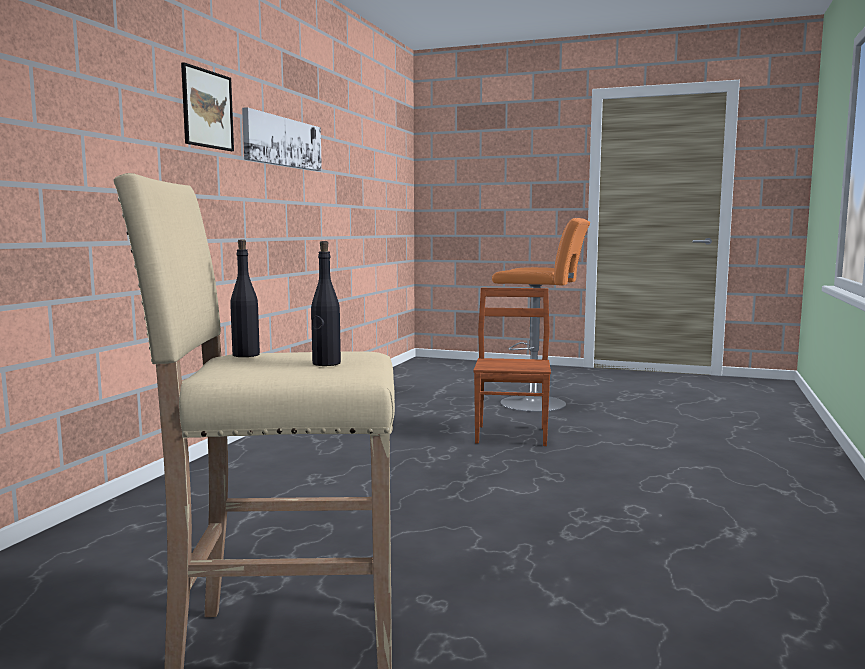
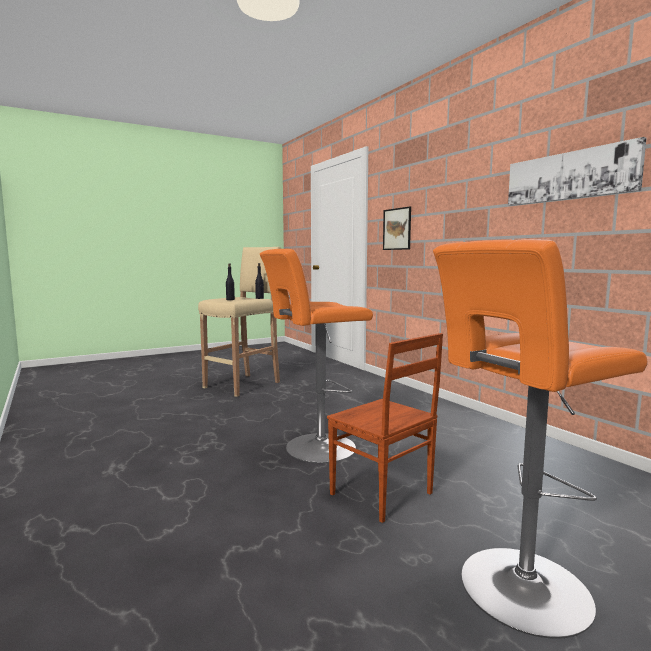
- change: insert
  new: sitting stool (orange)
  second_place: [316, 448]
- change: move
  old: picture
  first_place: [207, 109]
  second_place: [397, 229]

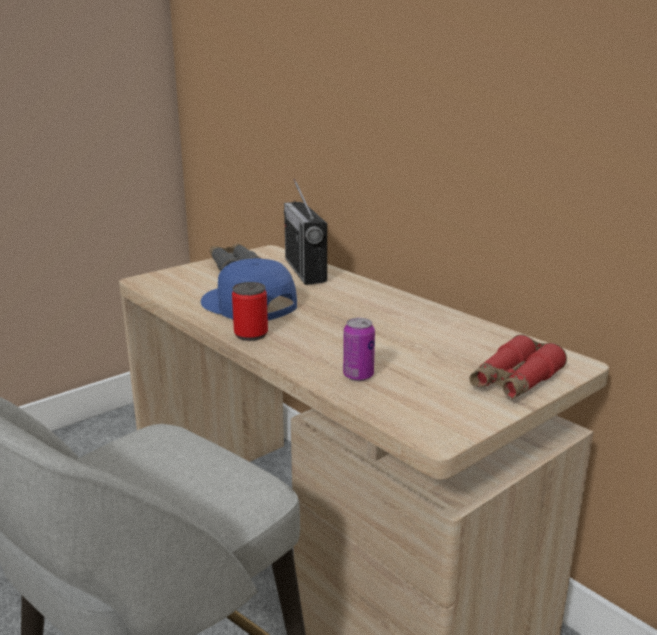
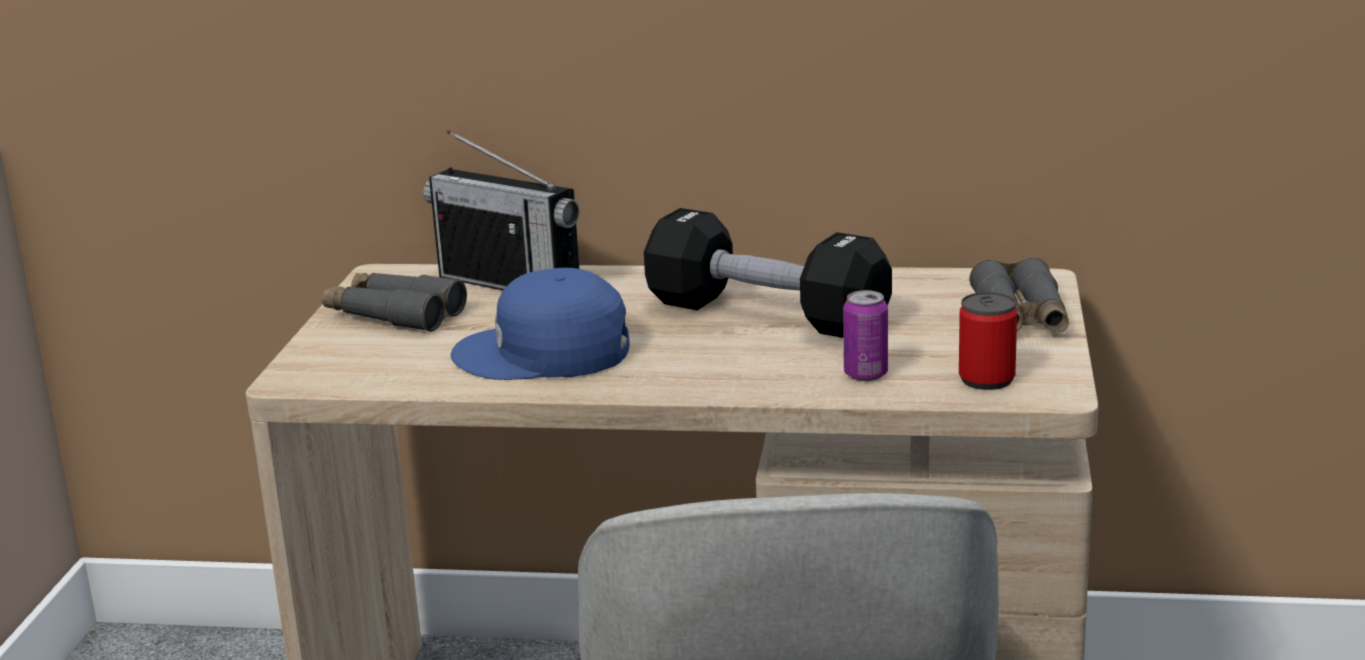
- change: insert
  new: hand weight (black-coloured)
  second_place: [766, 315]
- change: move
  old: sealed can
  first_place: [251, 334]
  second_place: [986, 379]
- change: recolor
  old: pair of binoculars (red)
  new: pair of binoculars (gray)
  first_place: [515, 381]
  second_place: [1021, 317]

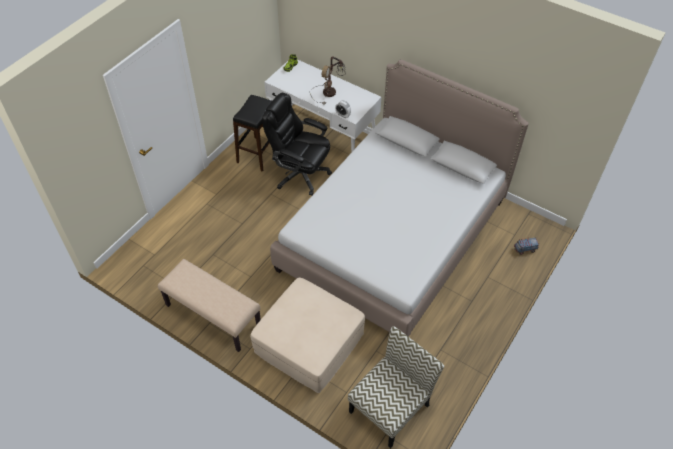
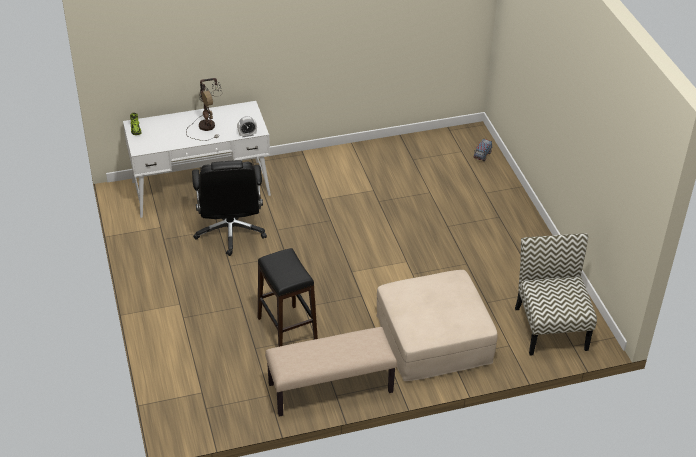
- change: delete
  old: bedroom bed
  first_place: [392, 234]
- change: move
  old: sitting stool (black-coloured)
  first_place: [258, 153]
  second_place: [287, 330]
- change: rotate
  old: computer chair (black-coloured)
  first_place: [300, 174]
  second_place: [230, 232]
  degrees: -75

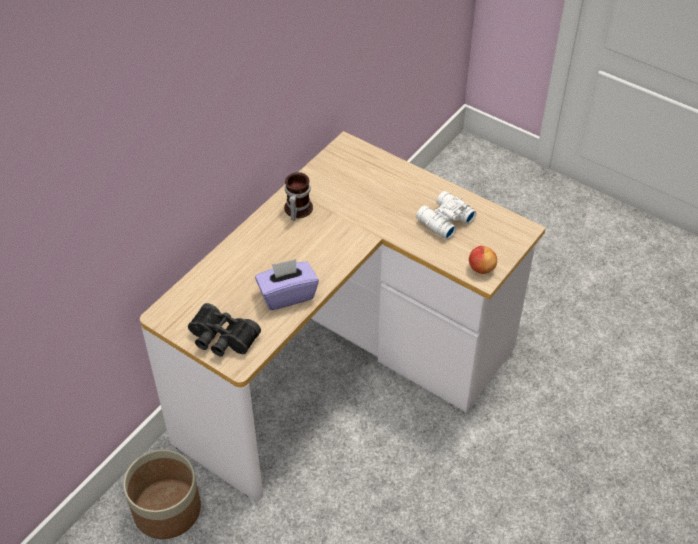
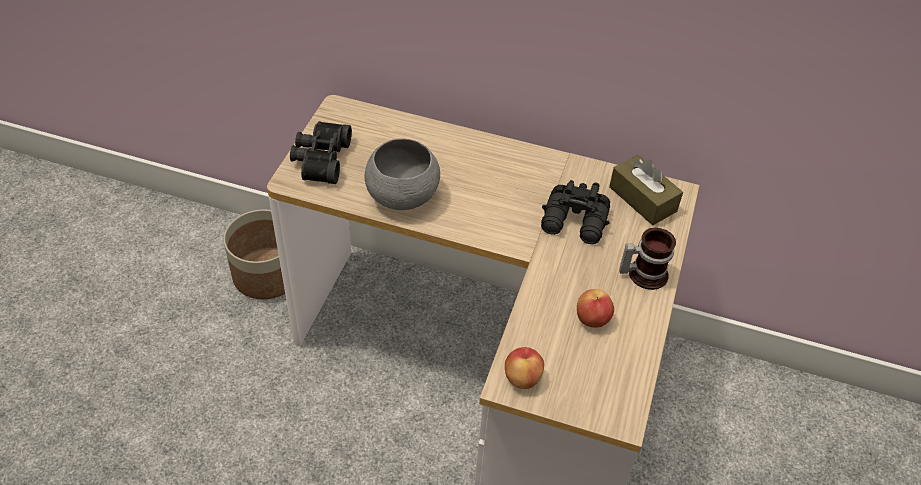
- change: insert
  new: pair of binoculars (black-coloured)
  second_place: [575, 223]
- change: insert
  new: box of tissues (brown)
  second_place: [642, 199]
- change: move
  old: mug
  first_place: [296, 210]
  second_place: [643, 273]
- change: replace
  old: box of tissues (purple)
  new: serving bowl (gray)
  first_place: [287, 295]
  second_place: [401, 196]
- change: replace
  old: pair of binoculars (whitish)
  new: apple fruit
  first_place: [443, 220]
  second_place: [592, 319]

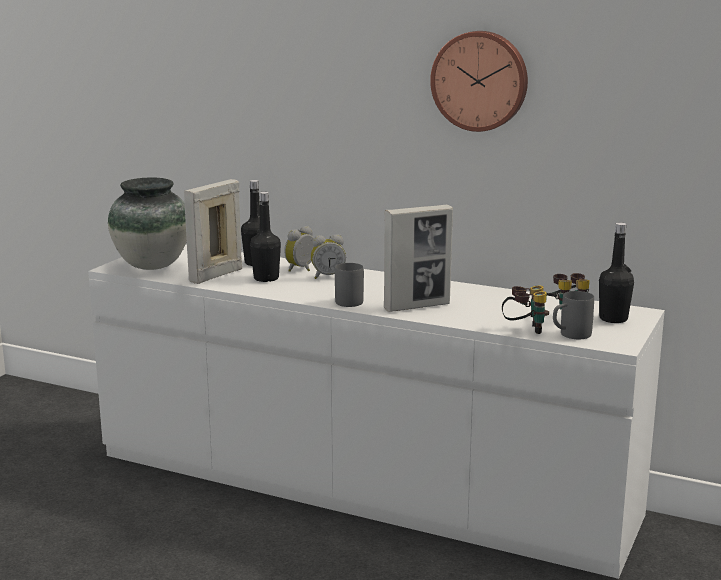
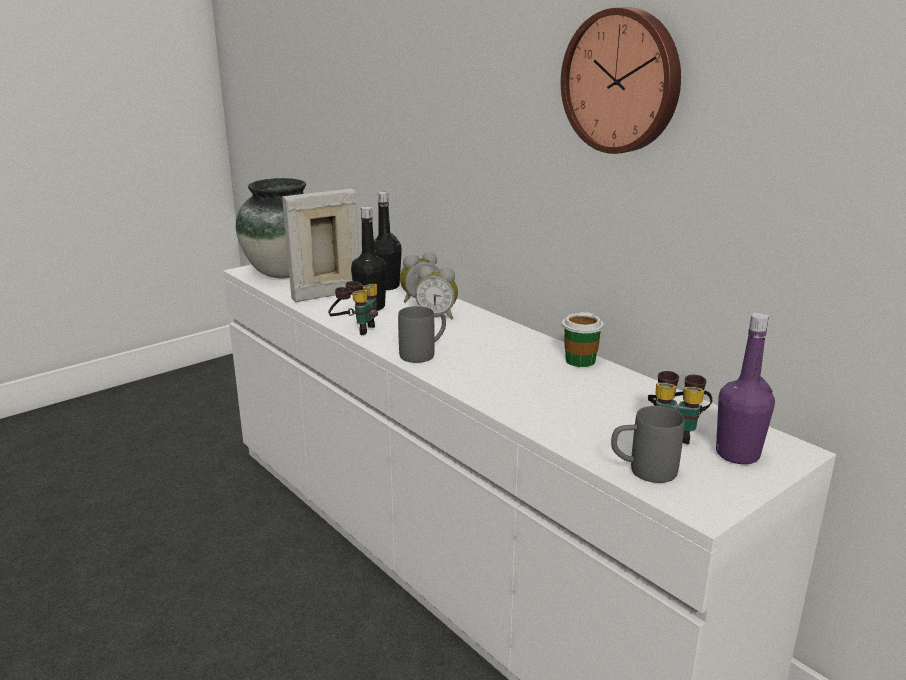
- change: delete
  old: standing frame
  first_place: [417, 306]
- change: insert
  new: cup
  second_place: [580, 361]
- change: move
  old: pair of binoculars
  first_place: [524, 330]
  second_place: [355, 329]
- change: recolor
  old: drink bottle (black-coloured)
  new: drink bottle (purple)
  first_place: [613, 319]
  second_place: [737, 454]

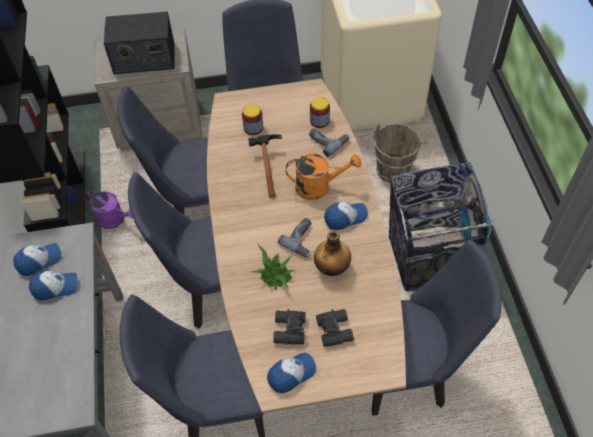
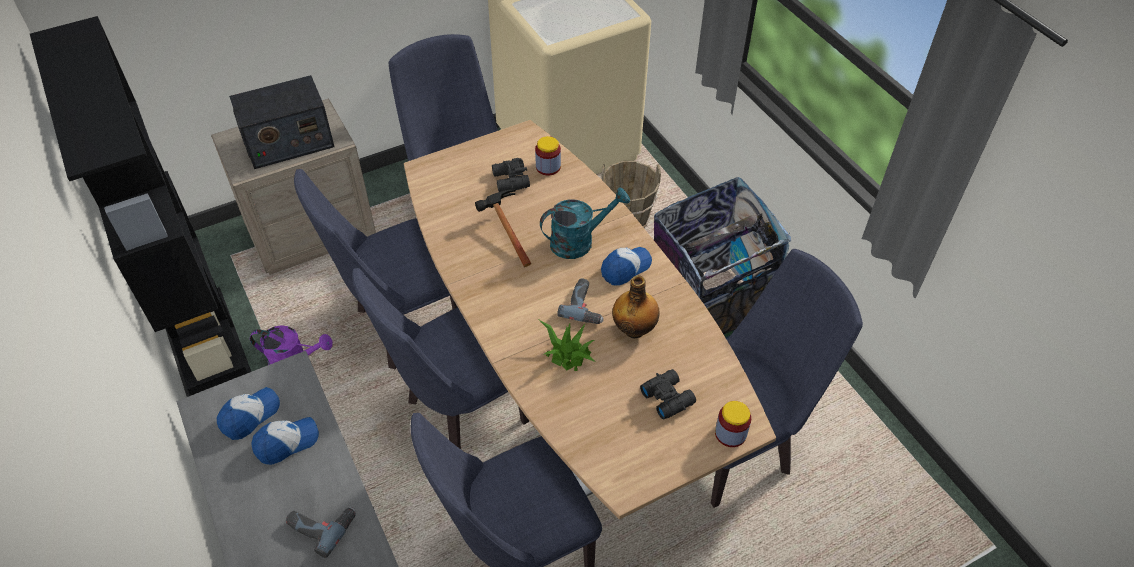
- change: delete
  old: baseball cap
  first_place: [291, 374]
- change: move
  old: storage jar
  first_place: [253, 127]
  second_place: [730, 433]
- change: move
  old: pair of binoculars (black-coloured)
  first_place: [288, 330]
  second_place: [510, 181]
- change: move
  old: power drill
  first_place: [328, 140]
  second_place: [321, 524]
- change: recolor
  old: watering can (orange)
  new: watering can (turquoise)
  first_place: [319, 186]
  second_place: [579, 241]

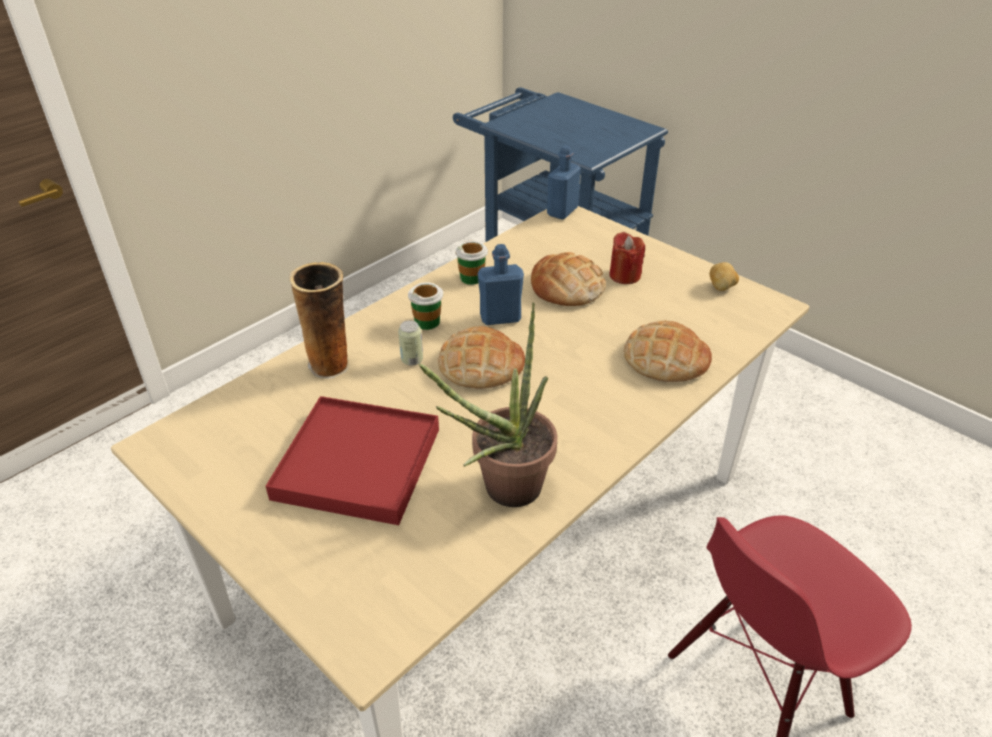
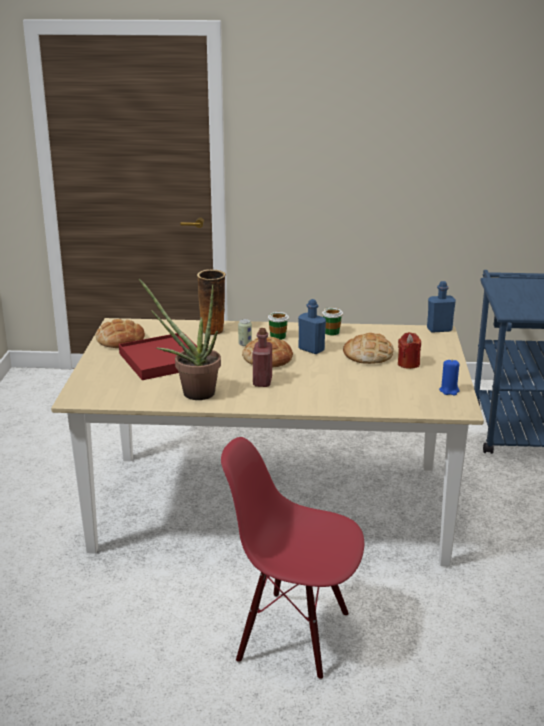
- change: insert
  new: drink bottle (red)
  second_place: [262, 381]
- change: move
  old: bakery bread
  first_place: [665, 358]
  second_place: [120, 340]
- change: replace
  old: whole potato
  new: wax light (blue-coloured)
  first_place: [721, 287]
  second_place: [449, 391]

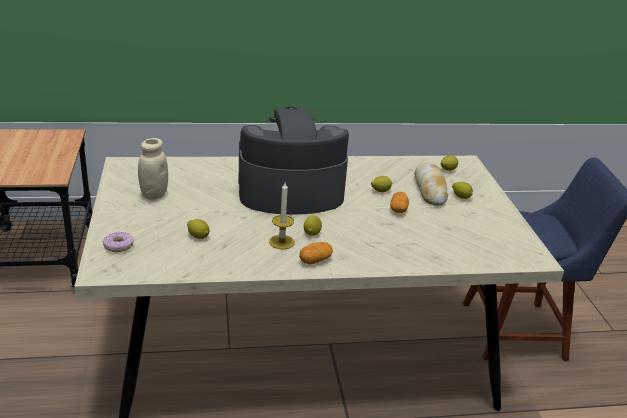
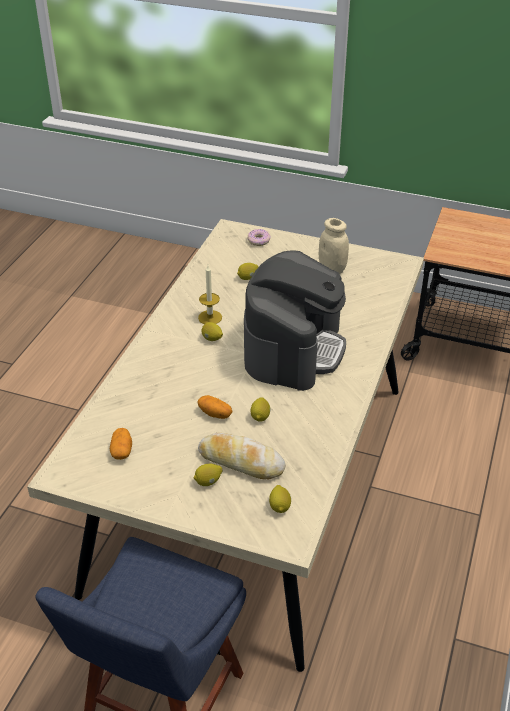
- change: move
  old: whole potato
  first_place: [315, 260]
  second_place: [122, 450]

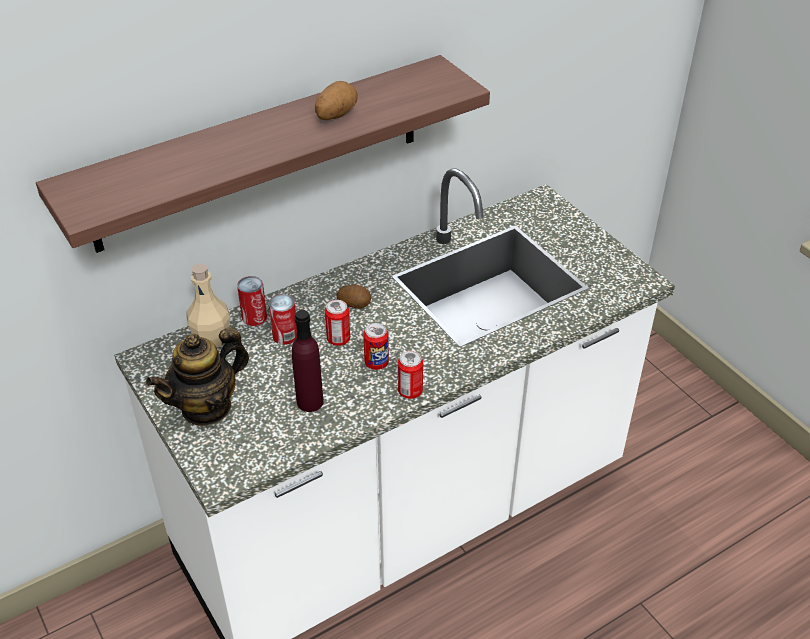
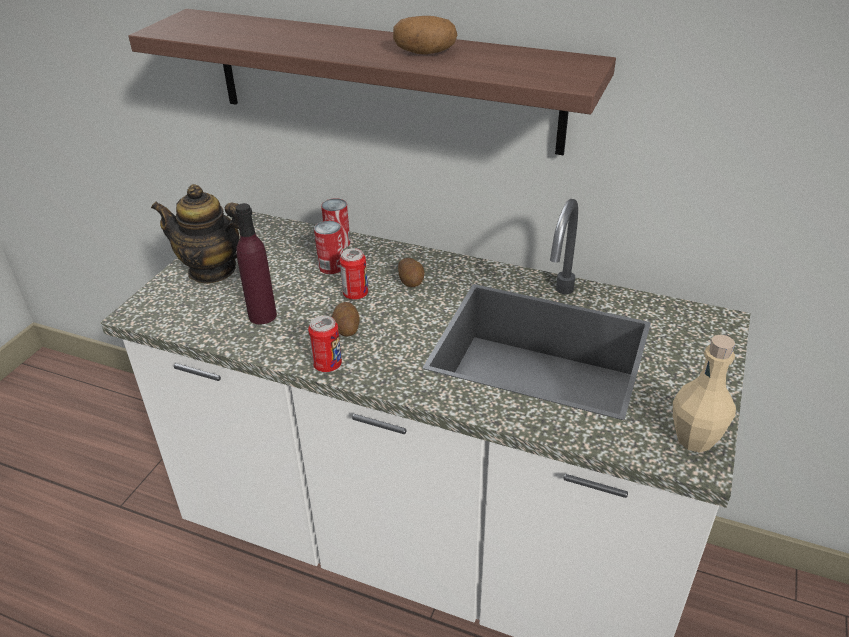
- change: move
  old: drink bottle (beige)
  first_place: [212, 340]
  second_place: [694, 439]
- change: replace
  old: sealed can
  new: whole potato
  first_place: [376, 363]
  second_place: [346, 328]

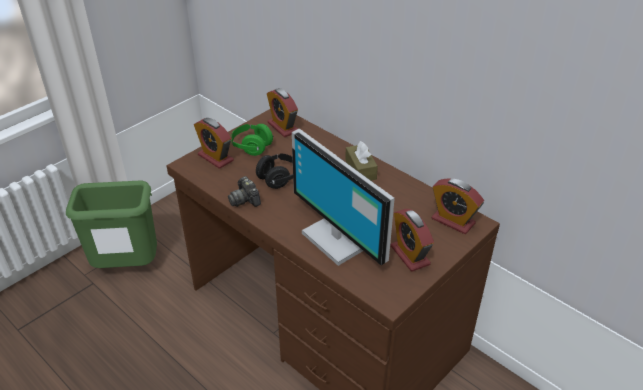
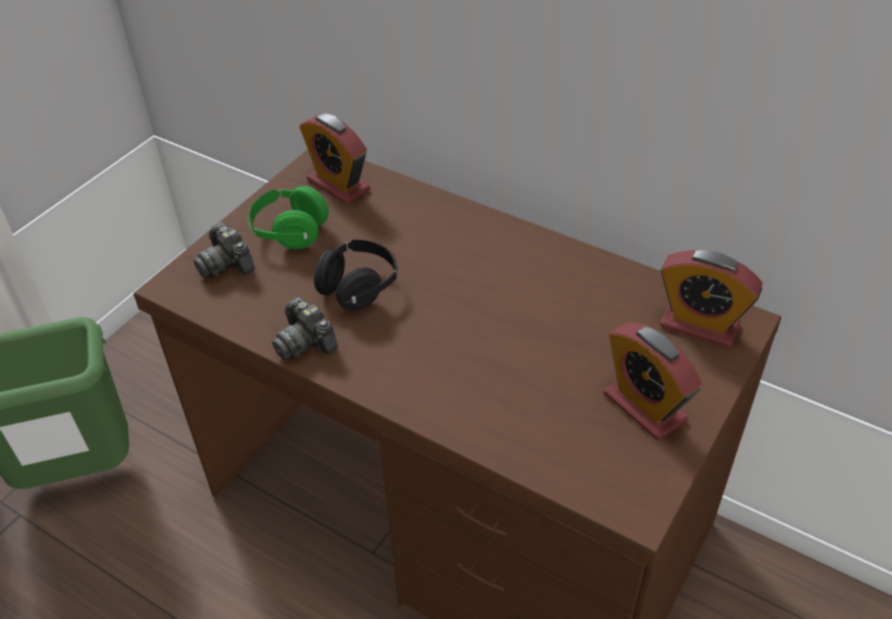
- change: delete
  old: monitor
  first_place: [338, 238]
- change: delete
  old: box of tissues (brown)
  first_place: [360, 170]
- change: replace
  old: alarm clock
  new: photo camera
  first_place: [215, 158]
  second_place: [226, 264]

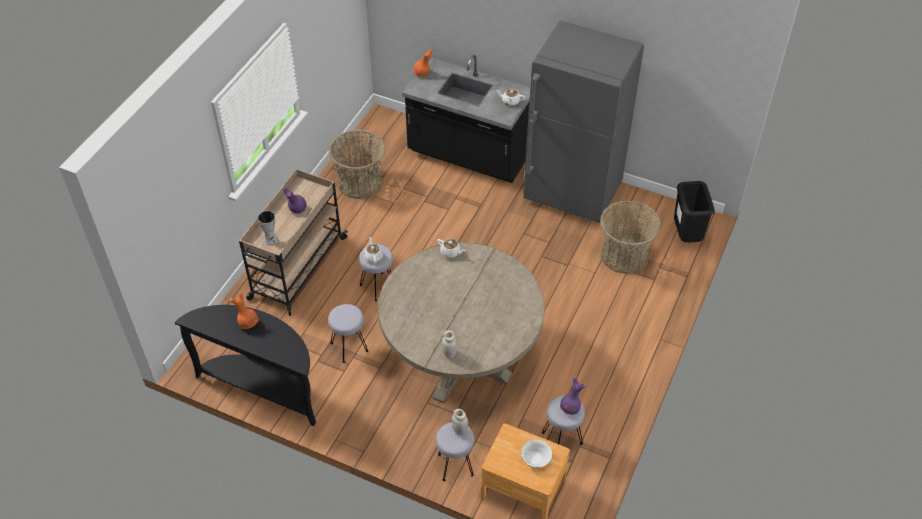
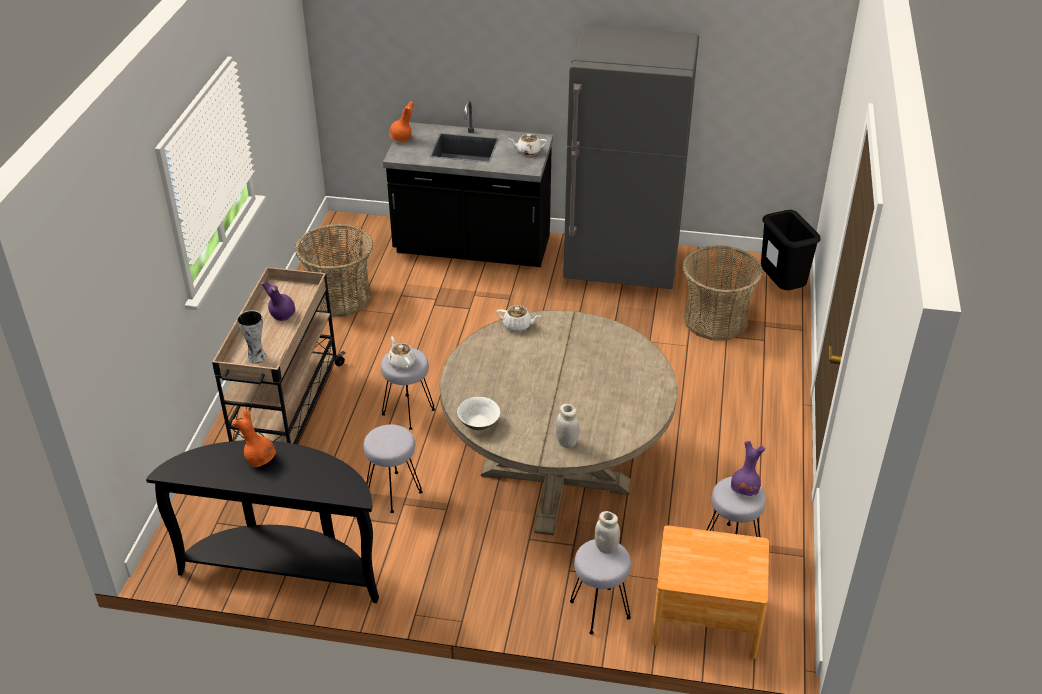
- change: move
  old: serving bowl (whitish)
  first_place: [536, 459]
  second_place: [479, 424]

